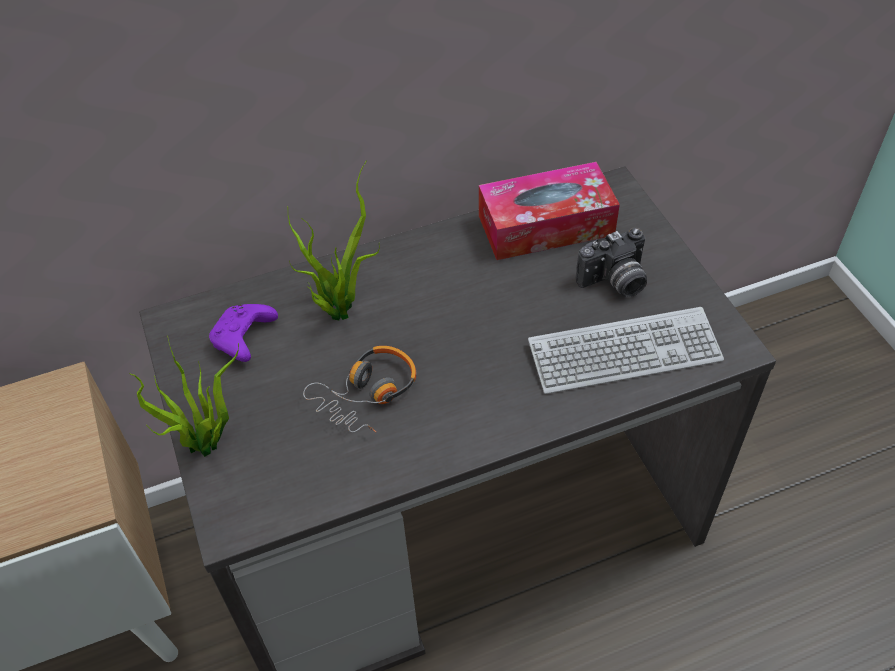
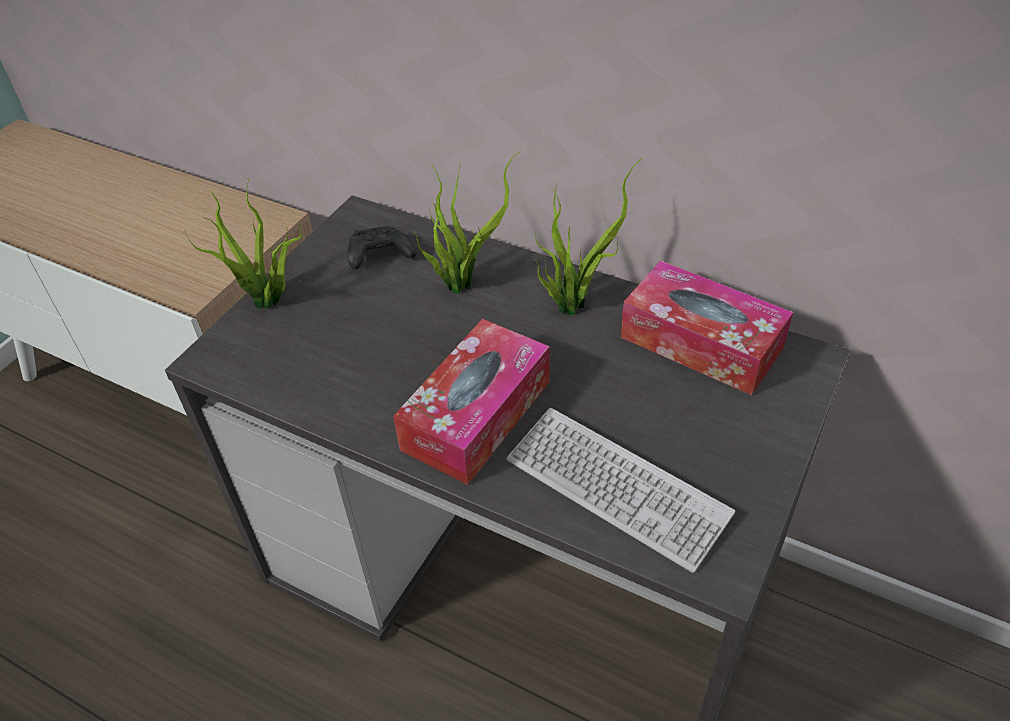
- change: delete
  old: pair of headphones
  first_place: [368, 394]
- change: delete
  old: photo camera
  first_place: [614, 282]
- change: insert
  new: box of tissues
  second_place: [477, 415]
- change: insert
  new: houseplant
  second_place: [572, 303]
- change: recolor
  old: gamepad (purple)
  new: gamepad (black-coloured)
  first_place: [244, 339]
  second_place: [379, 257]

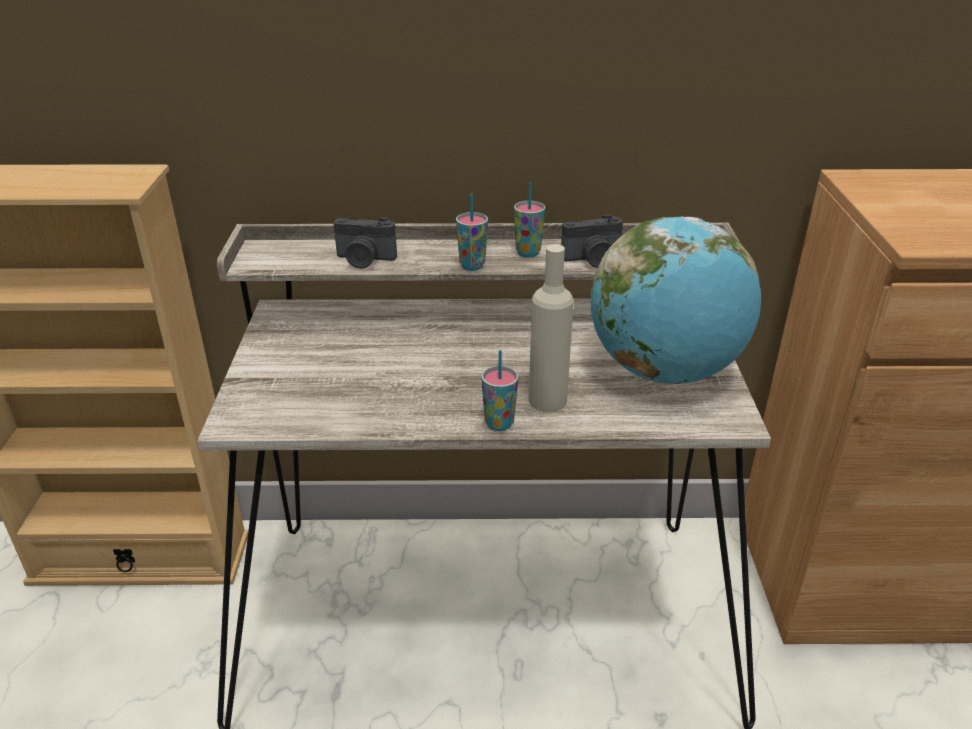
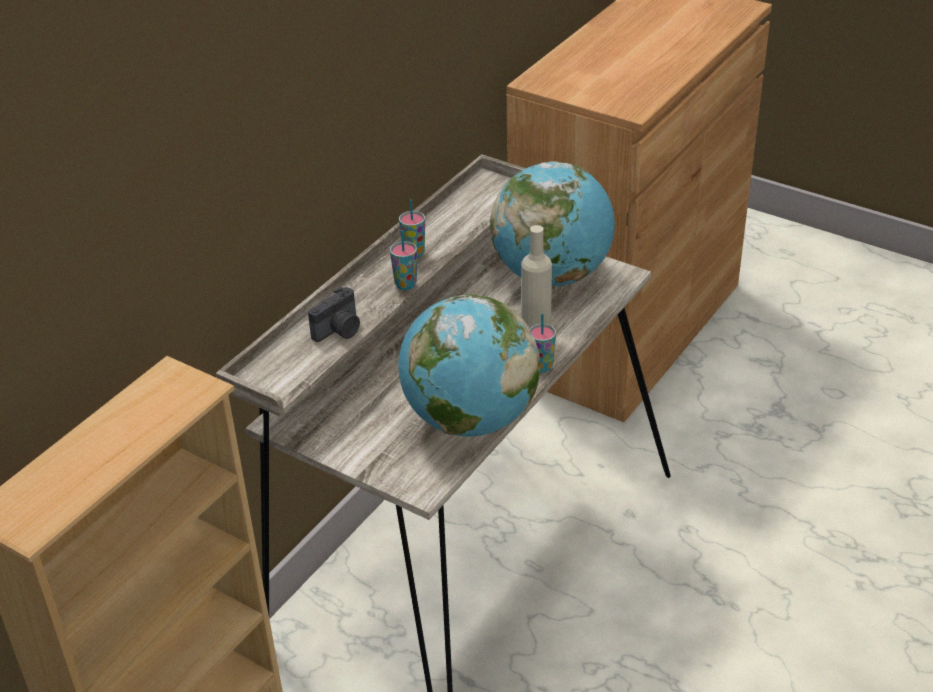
- change: delete
  old: photo camera
  first_place: [593, 260]
- change: insert
  new: desk globe
  second_place: [470, 419]

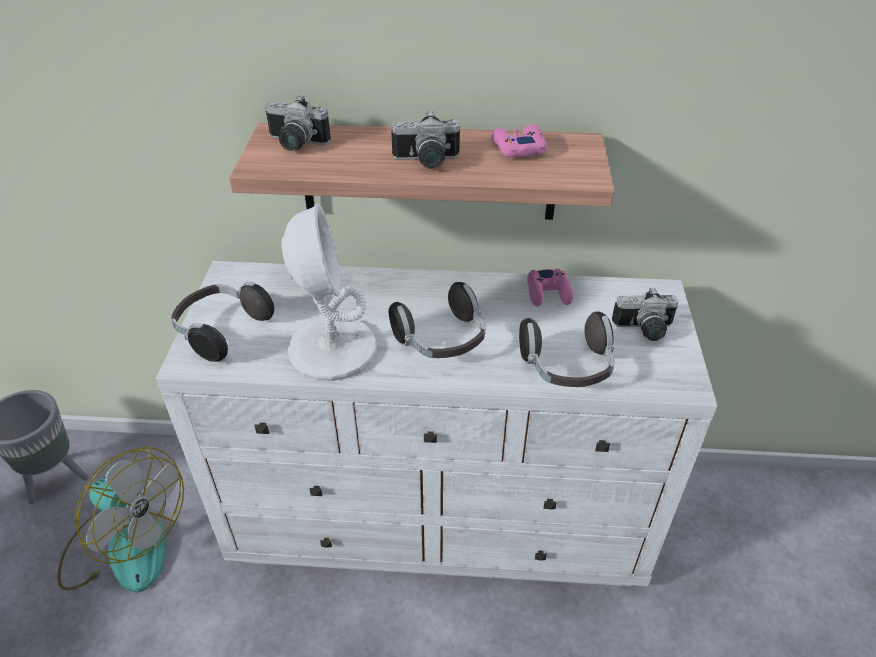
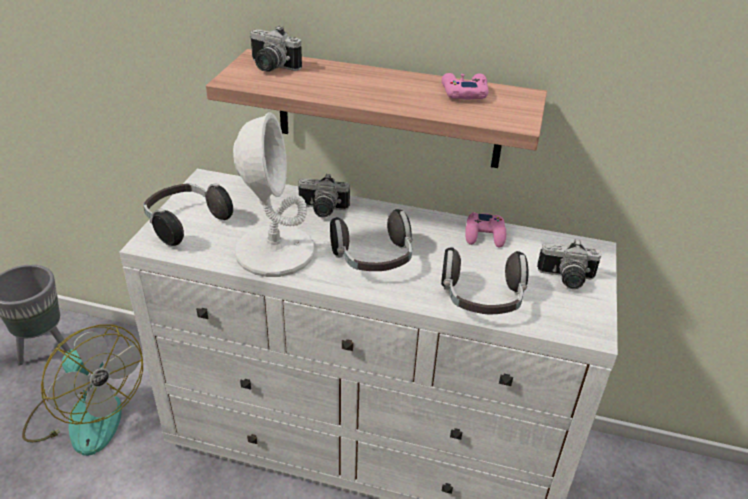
- change: move
  old: photo camera
  first_place: [426, 162]
  second_place: [322, 210]

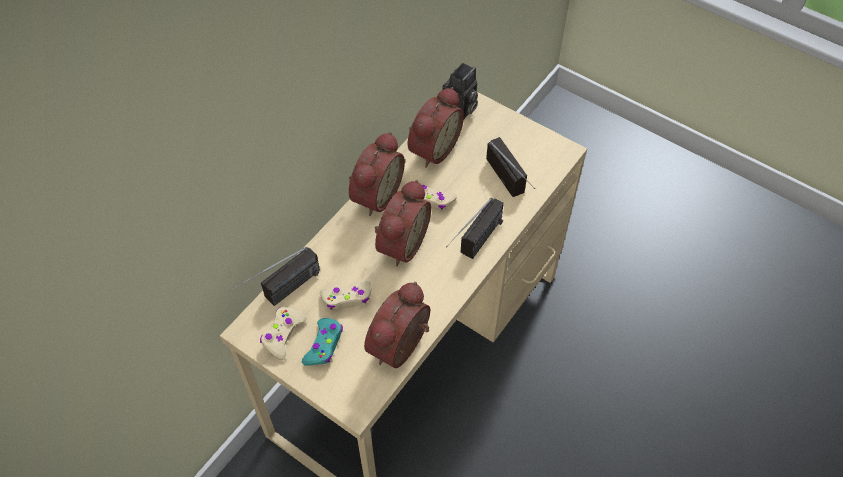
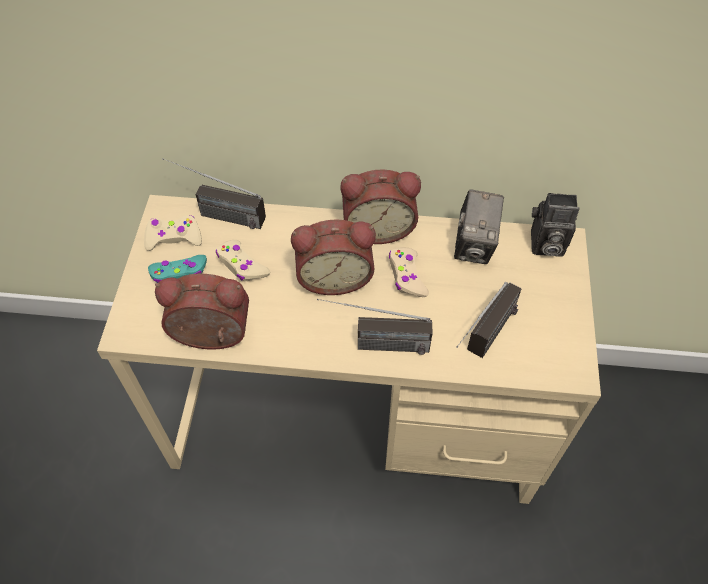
- change: replace
  old: alarm clock
  new: photo camera
  first_place: [432, 148]
  second_place: [474, 245]

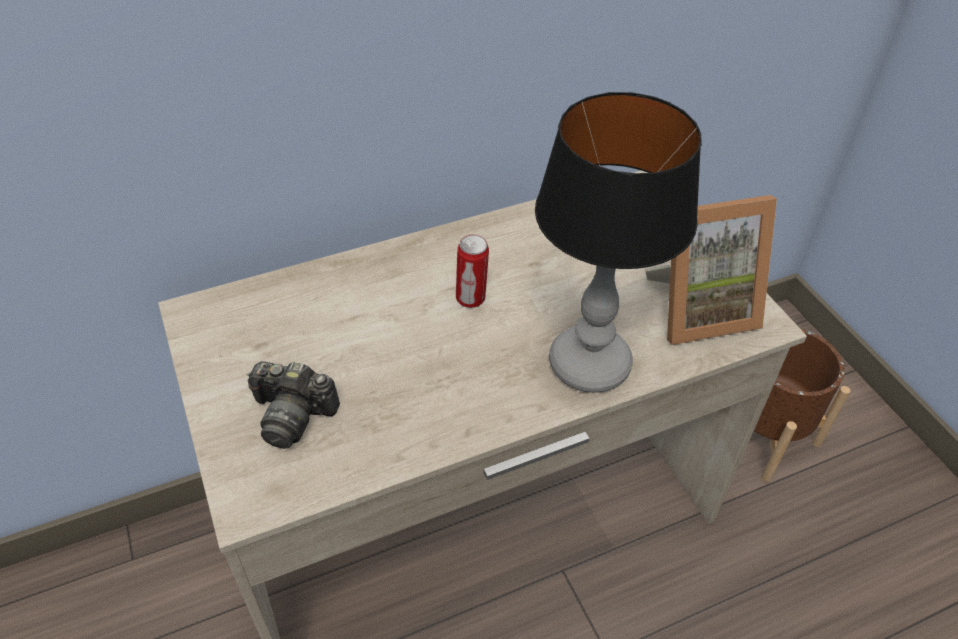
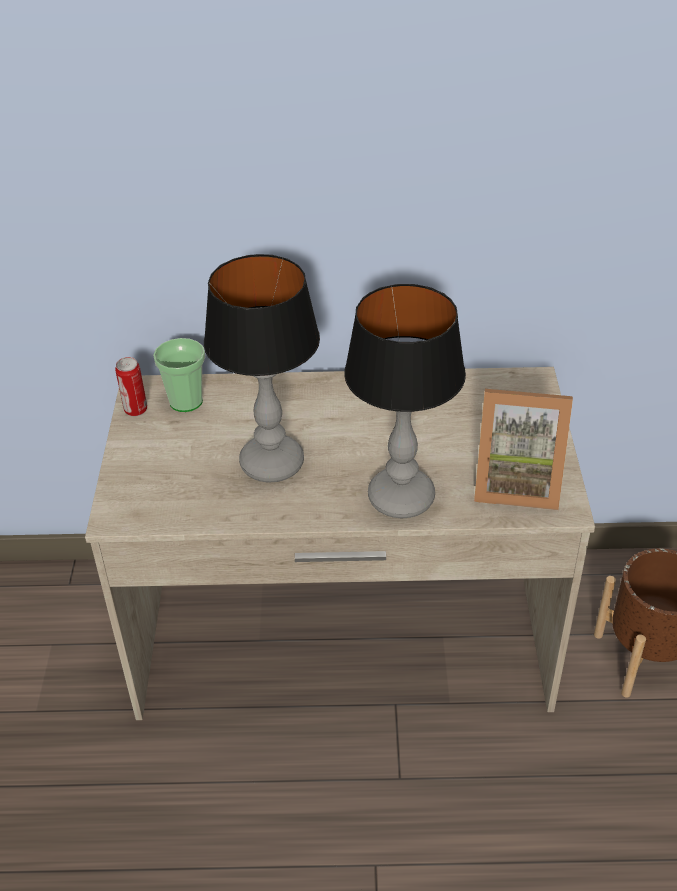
- change: delete
  old: photo camera
  first_place: [292, 415]
- change: insert
  new: cup
  second_place: [186, 401]
- change: insert
  new: table lamp
  second_place: [273, 464]
- change: move
  old: sealed can
  first_place: [471, 299]
  second_place: [135, 410]

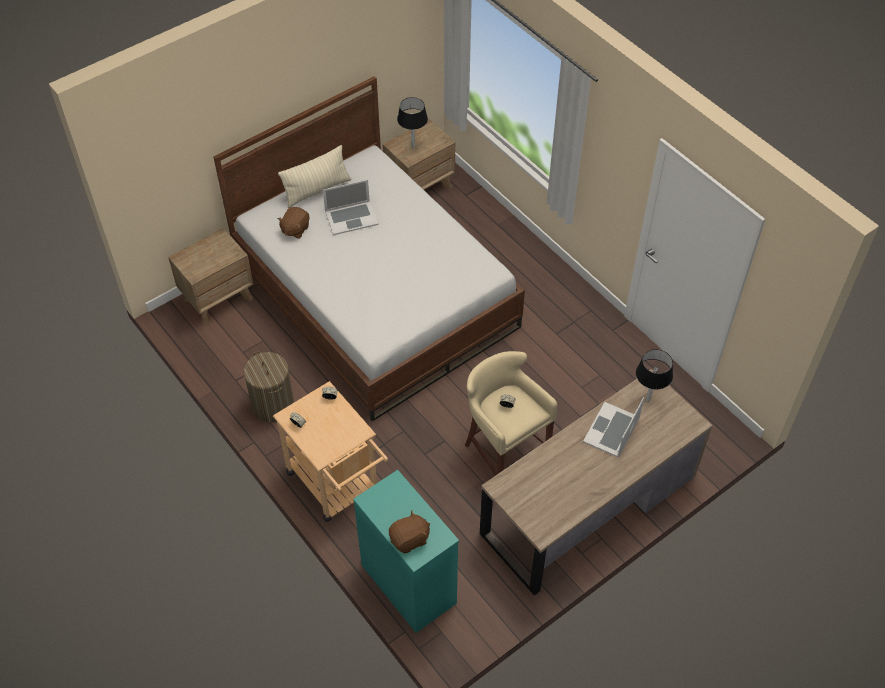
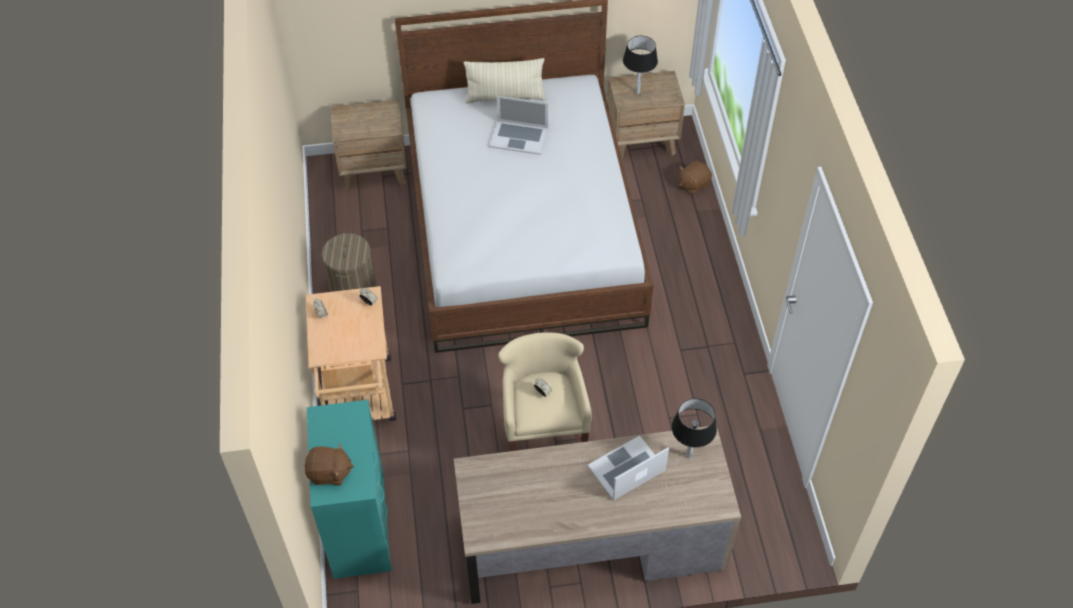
- change: move
  old: soft toy (brown)
  first_place: [295, 229]
  second_place: [693, 184]

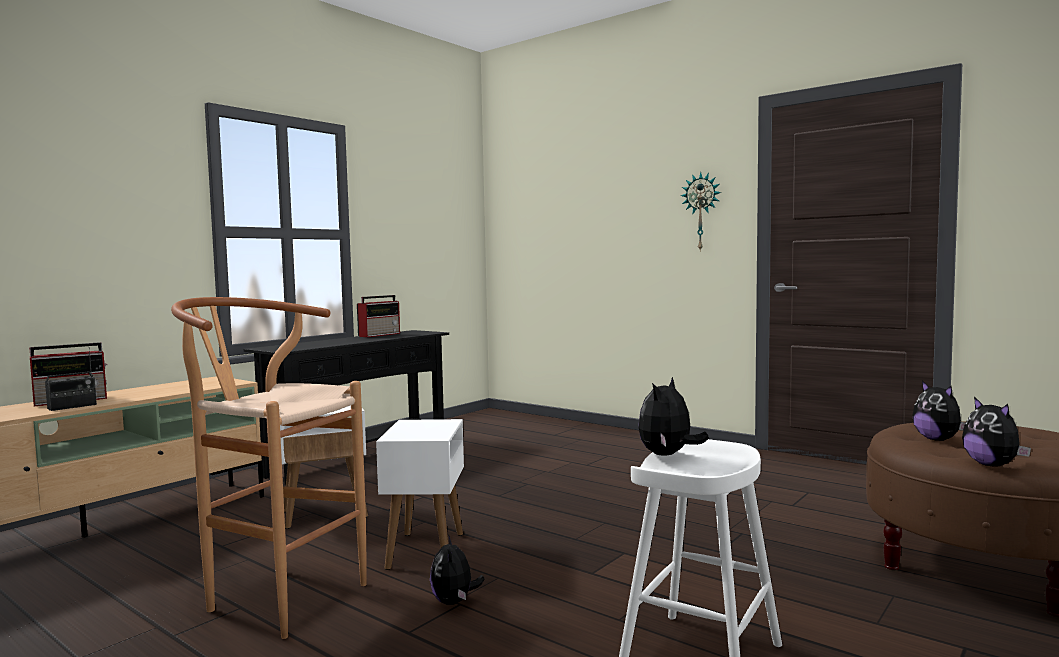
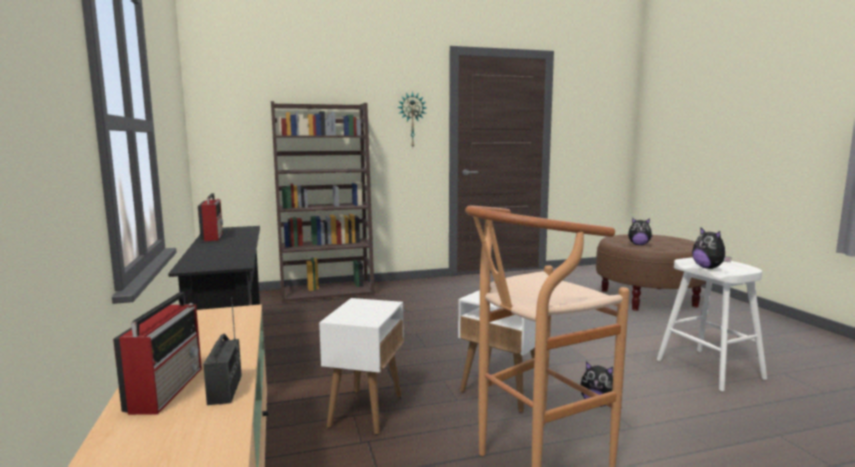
- change: delete
  old: soft toy
  first_place: [992, 465]
- change: insert
  new: shelving unit (brown)
  second_place: [327, 292]

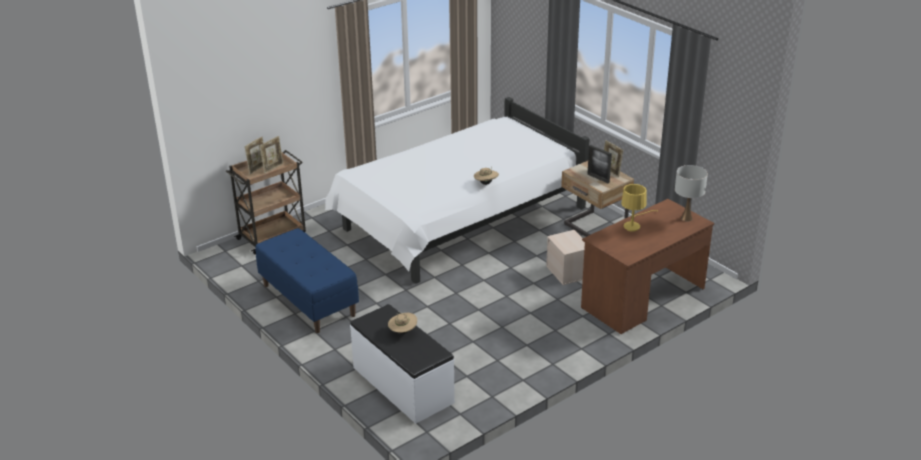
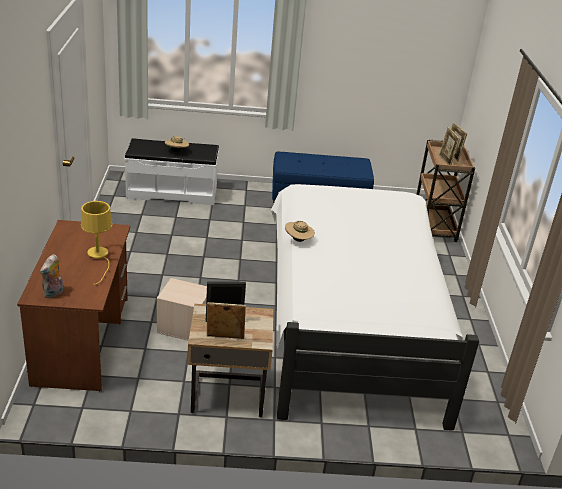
- change: replace
  old: table lamp (whitish)
  new: soft toy
  first_place: [686, 218]
  second_place: [54, 293]

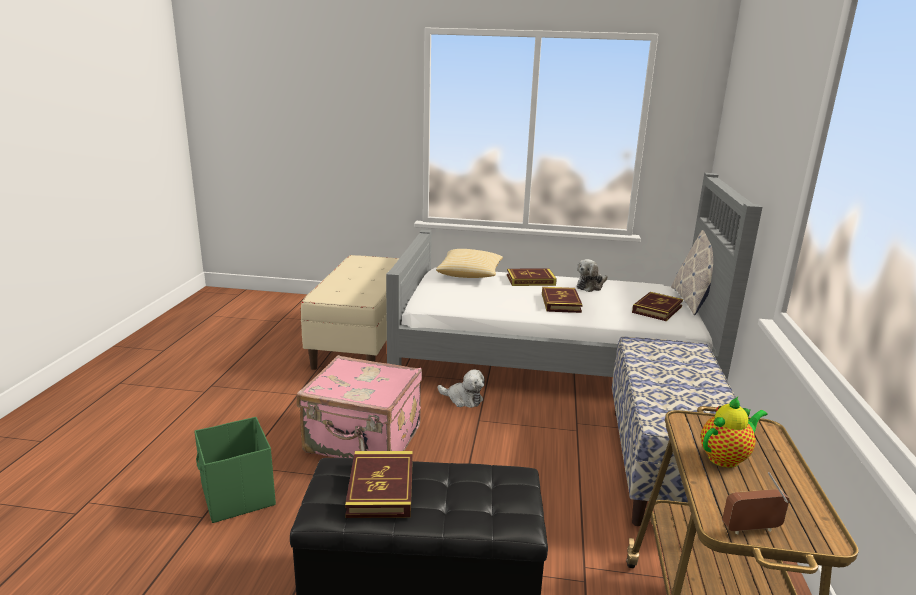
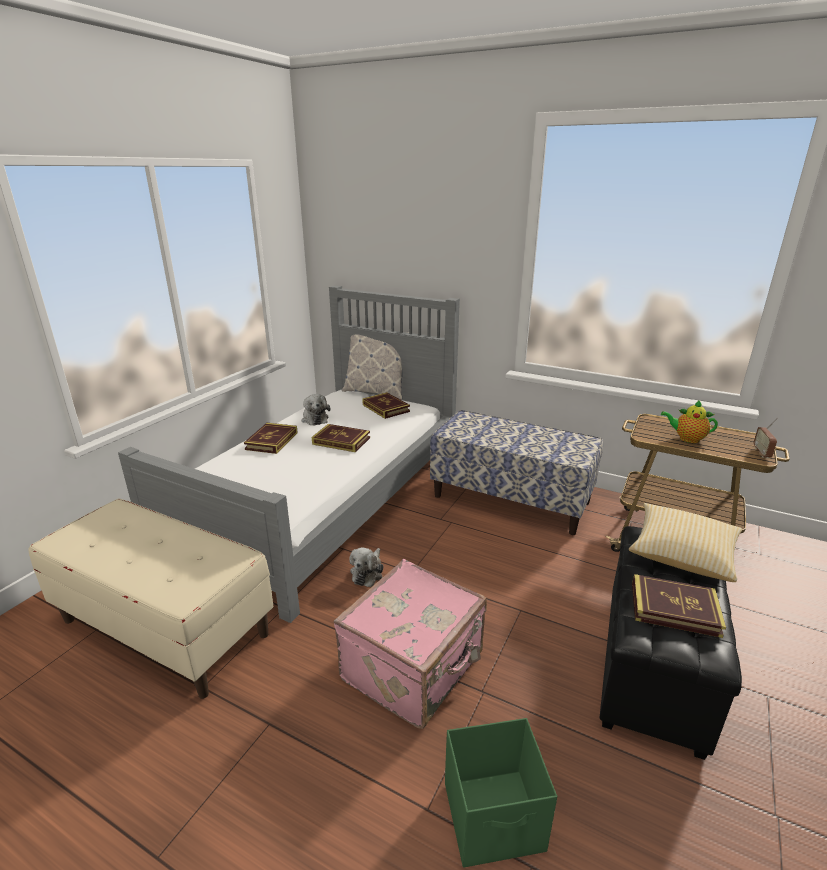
- change: move
  old: cushion
  first_place: [470, 275]
  second_place: [682, 554]
- change: rotate
  old: soft toy
  first_place: [463, 399]
  second_place: [368, 573]
  degrees: 150
- change: rotate
  old: pot for tea
  first_place: [726, 457]
  second_place: [686, 438]
  degrees: -60

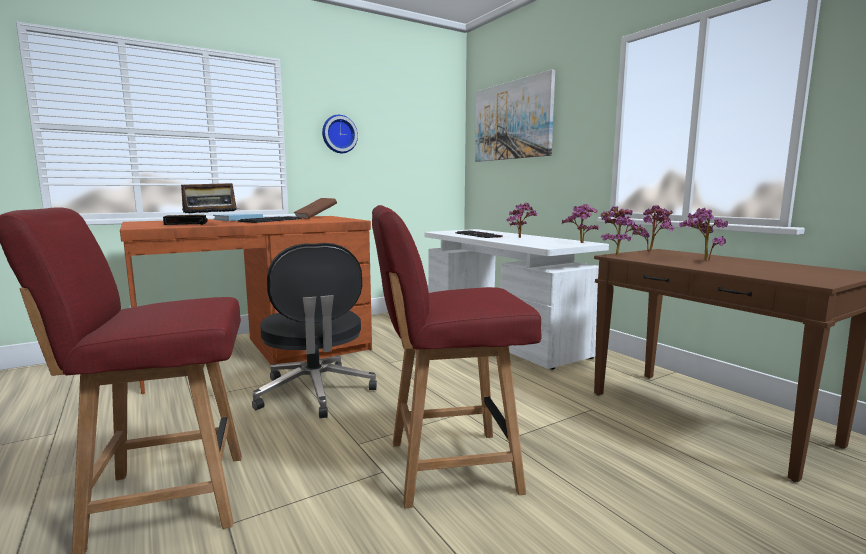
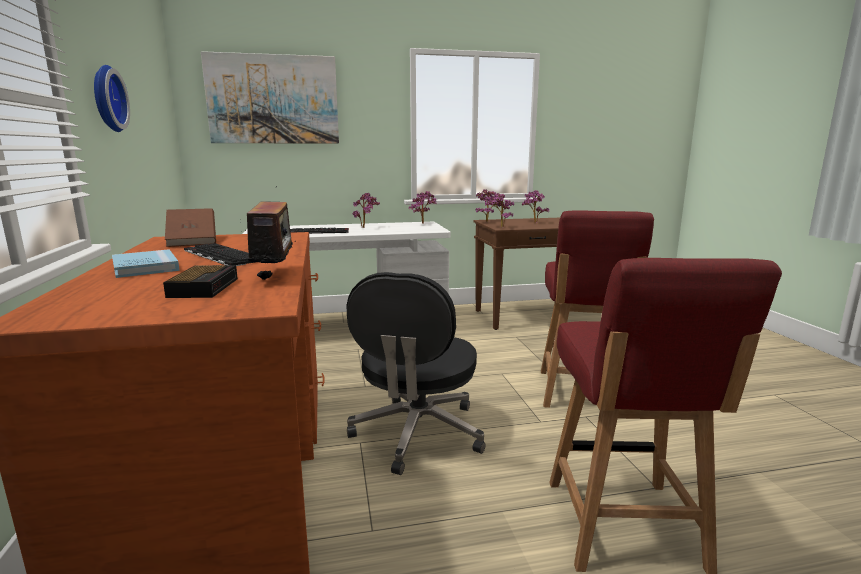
- change: rotate
  old: computer chair (black-coloured)
  first_place: [315, 392]
  second_place: [417, 434]
  degrees: 105

